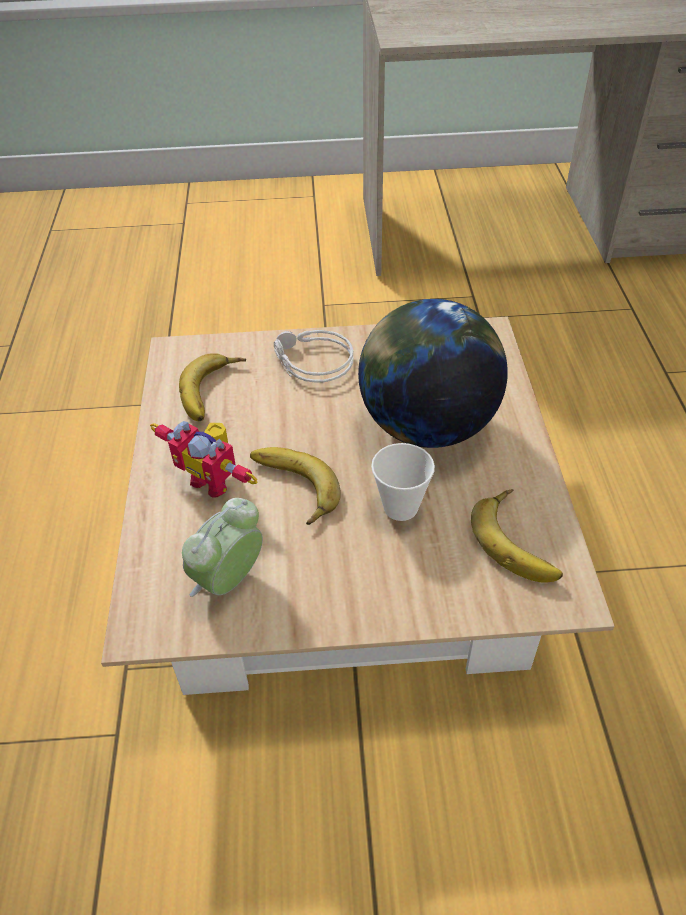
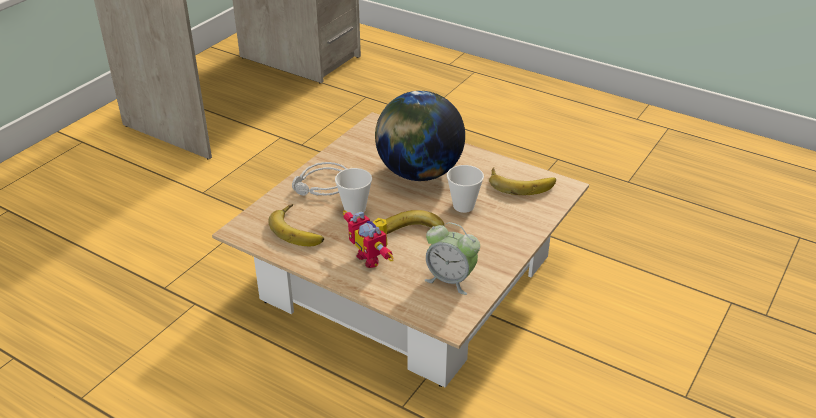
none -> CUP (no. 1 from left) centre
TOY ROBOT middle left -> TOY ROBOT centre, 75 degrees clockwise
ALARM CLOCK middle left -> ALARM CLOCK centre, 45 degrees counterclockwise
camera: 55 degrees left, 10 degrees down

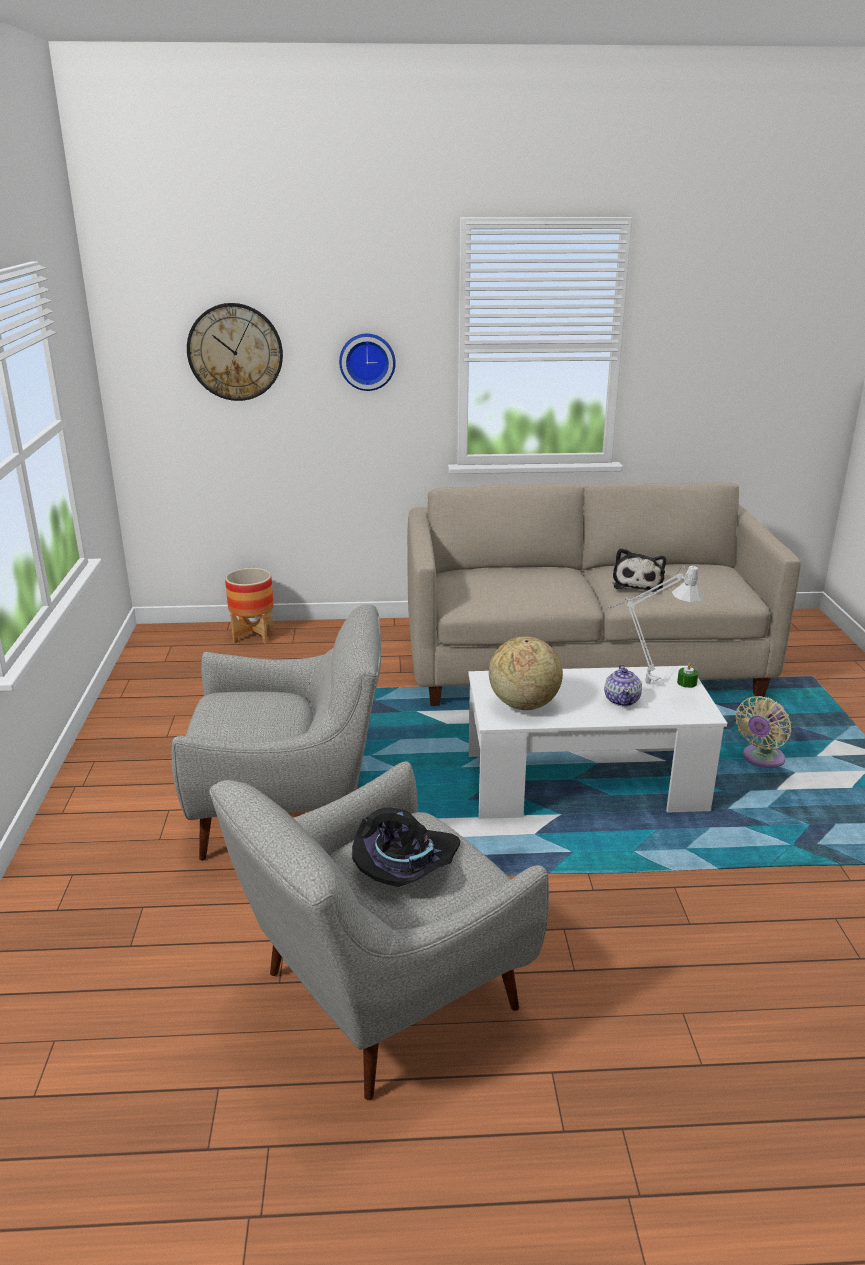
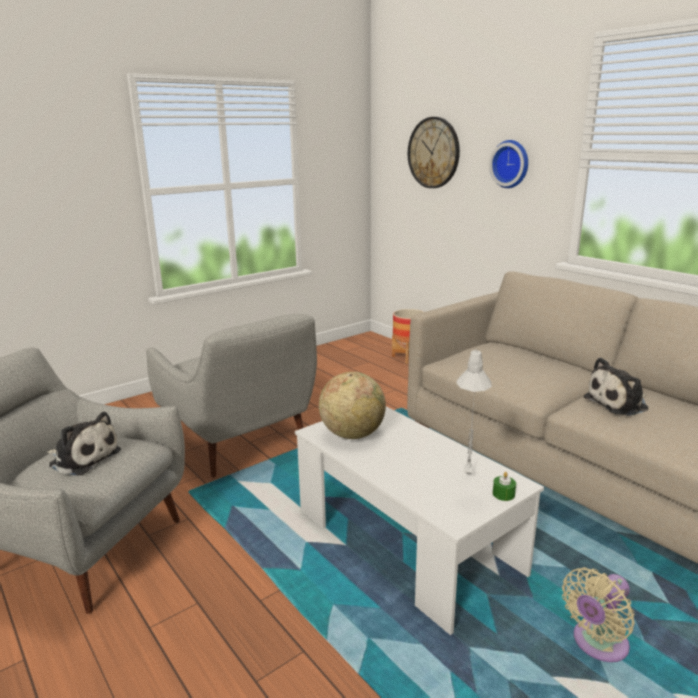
BLACK HAT bottom centre -> PLUSH TOY (no. 1 from left) middle left
BEIGE FAN middle right -> BEIGE FAN bottom right, 45 degrees counterclockwise
TEAPOT middle right -> none
camera: 55 degrees right, 5 degrees down

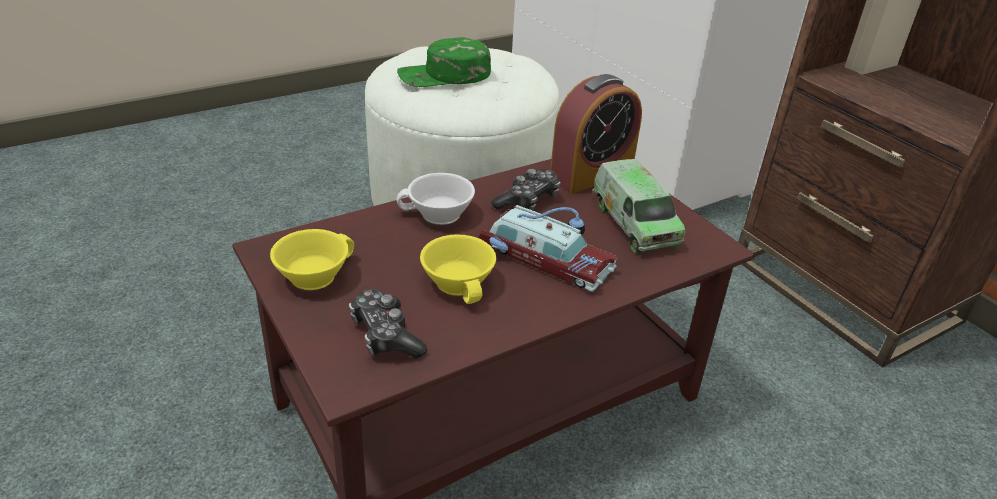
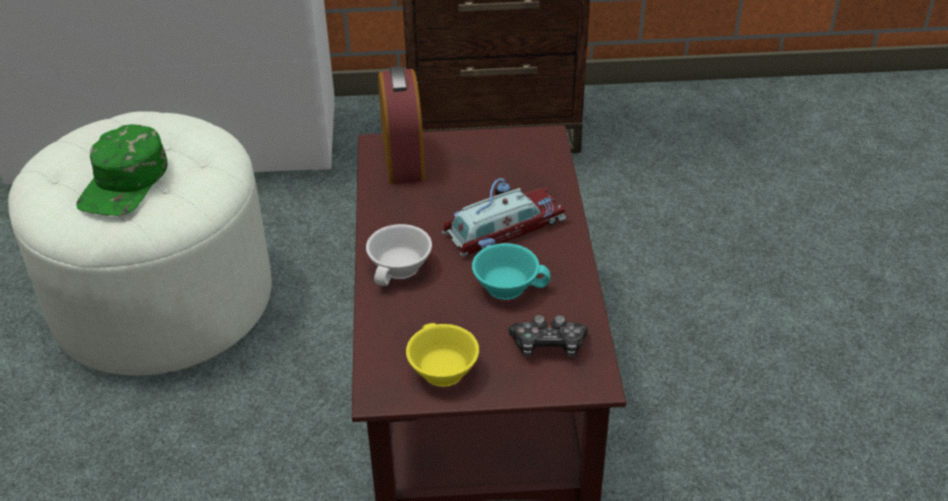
YELLOW CUP (no. 2 from left) centre -> TURQUOISE CUP centre
GAME CONTROLLER (no. 2 from left) centre -> none
TOY TRUCK centre -> none
camera: 60 degrees left, 5 degrees up

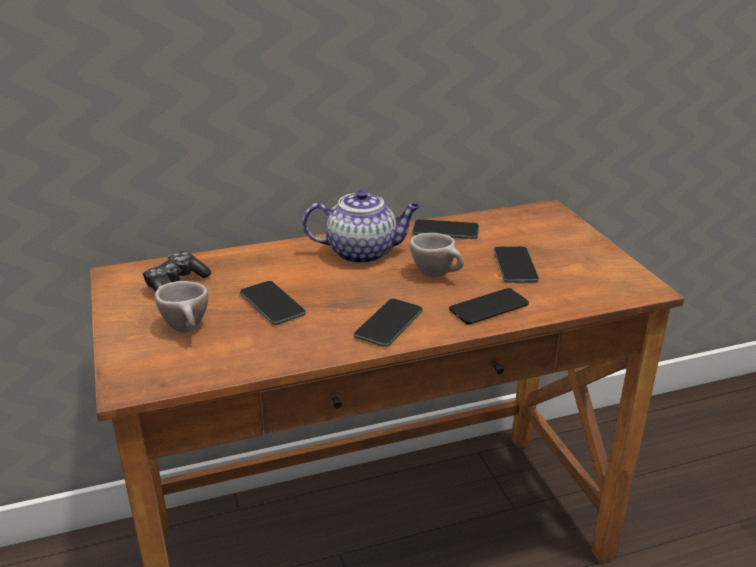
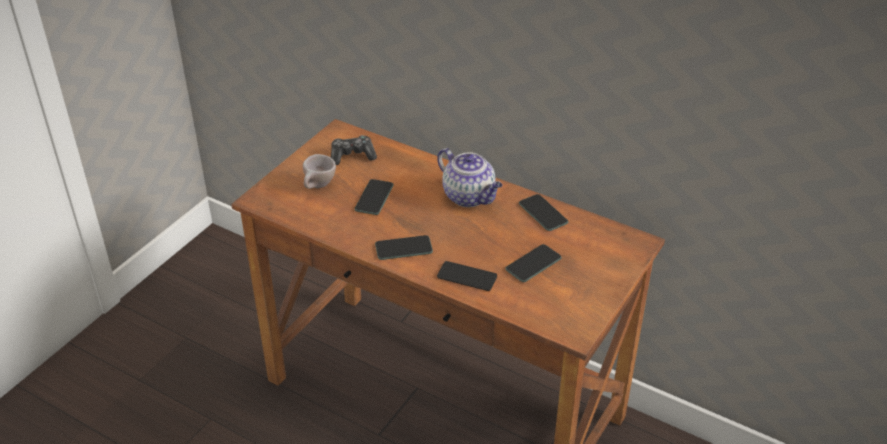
BEIGE CUP (no. 2 from left) centre -> none
camera: 50 degrees right, 10 degrees up

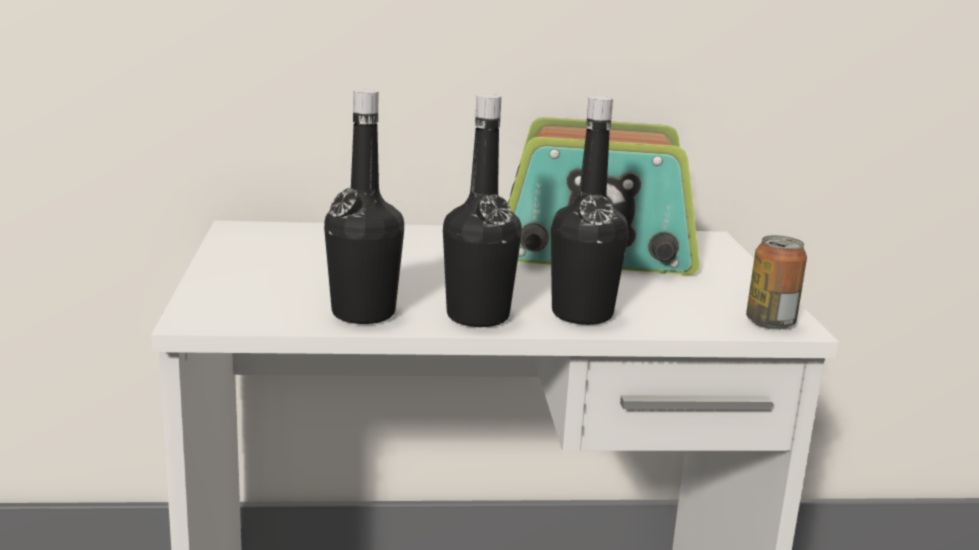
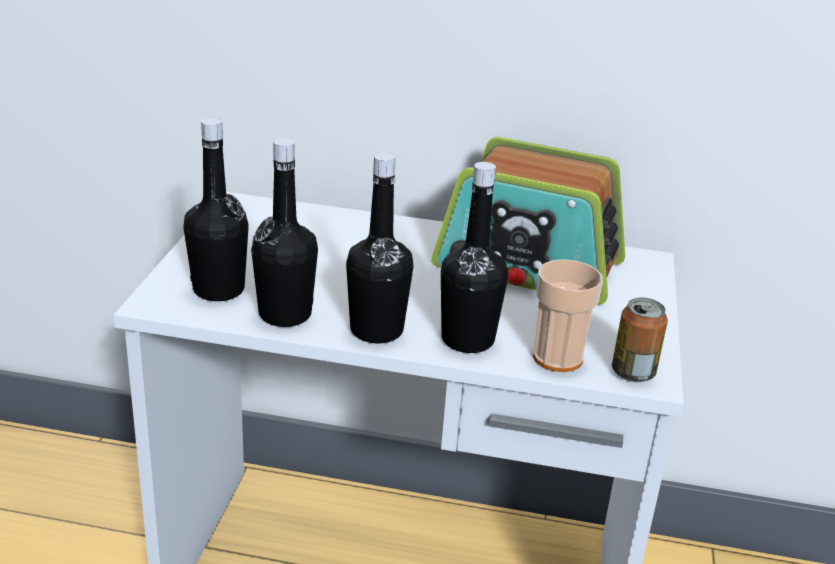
none -> BLACK BOTTLE (no. 1 from left) middle left
none -> CUP middle right
camera: 15 degrees right, 10 degrees up

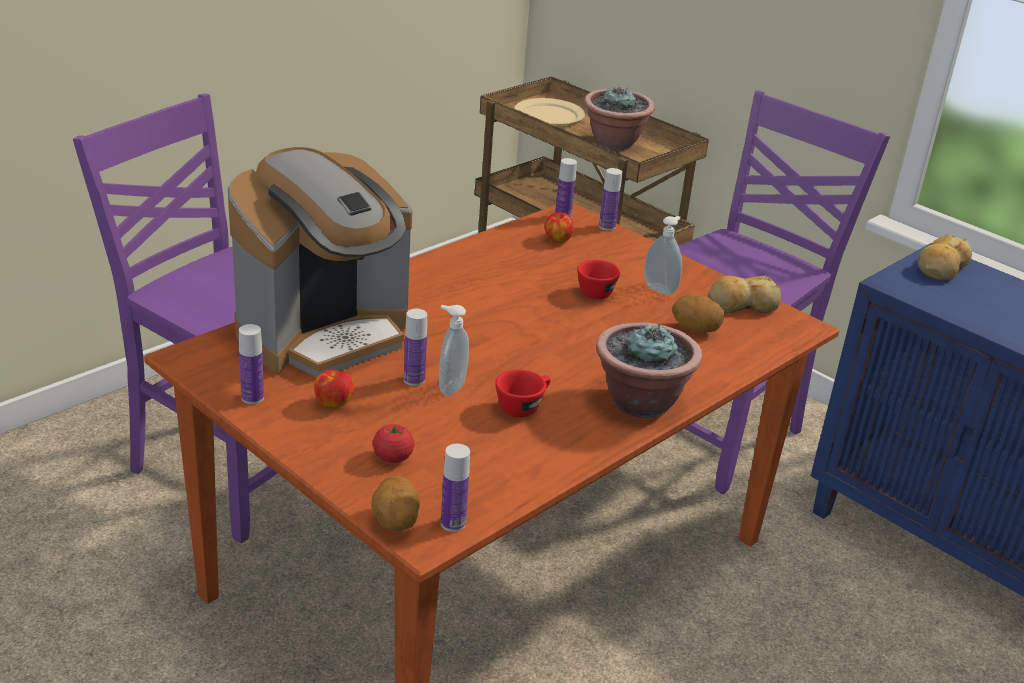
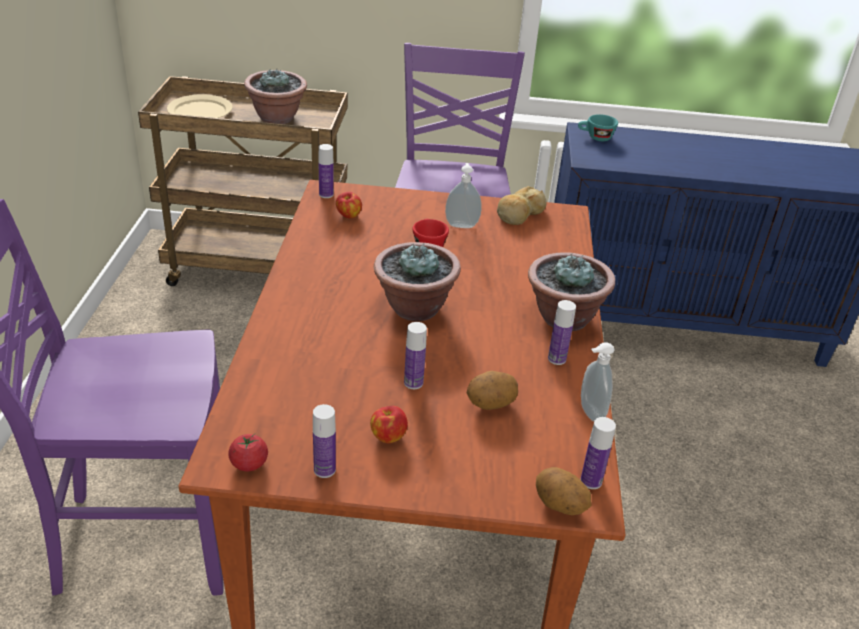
TOMATO centre -> TOMATO bottom left, relocated
none -> POTTED PLANT (no. 2 from left) centre
POTATO (no. 2 from left in the first image) middle right -> POTATO (no. 1 from left) centre, relocated
BOTTLE (no. 5 from left in the first image) top centre -> BOTTLE (no. 4 from left) centre, relocated
BREAD (no. 2 from left) middle right -> TURQUOISE CUP top right
SOAP DISPENSER (no. 1 from left in the first image) centre -> SOAP DISPENSER (no. 2 from left) middle right, relocated
COFFEE MACHINE middle left -> none
RED CUP (no. 1 from left) centre -> none
camera: 40 degrees left, 5 degrees up

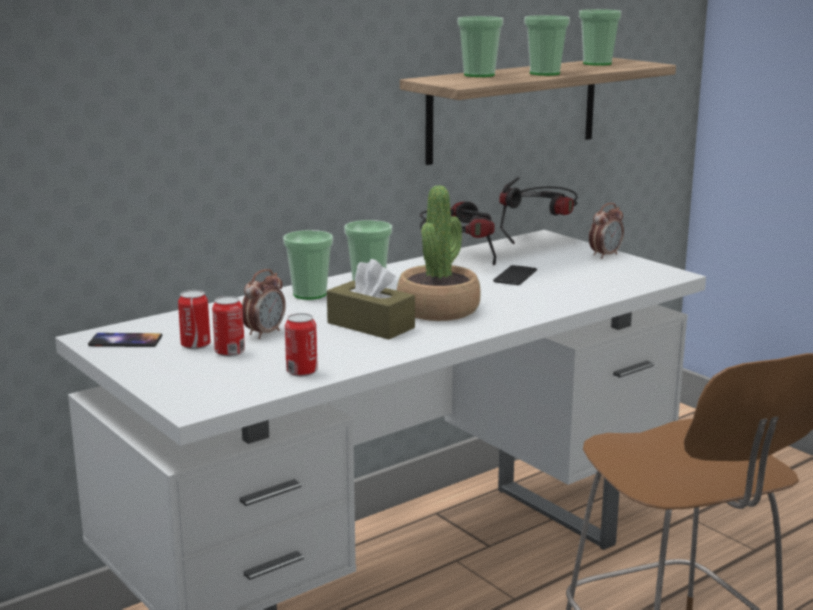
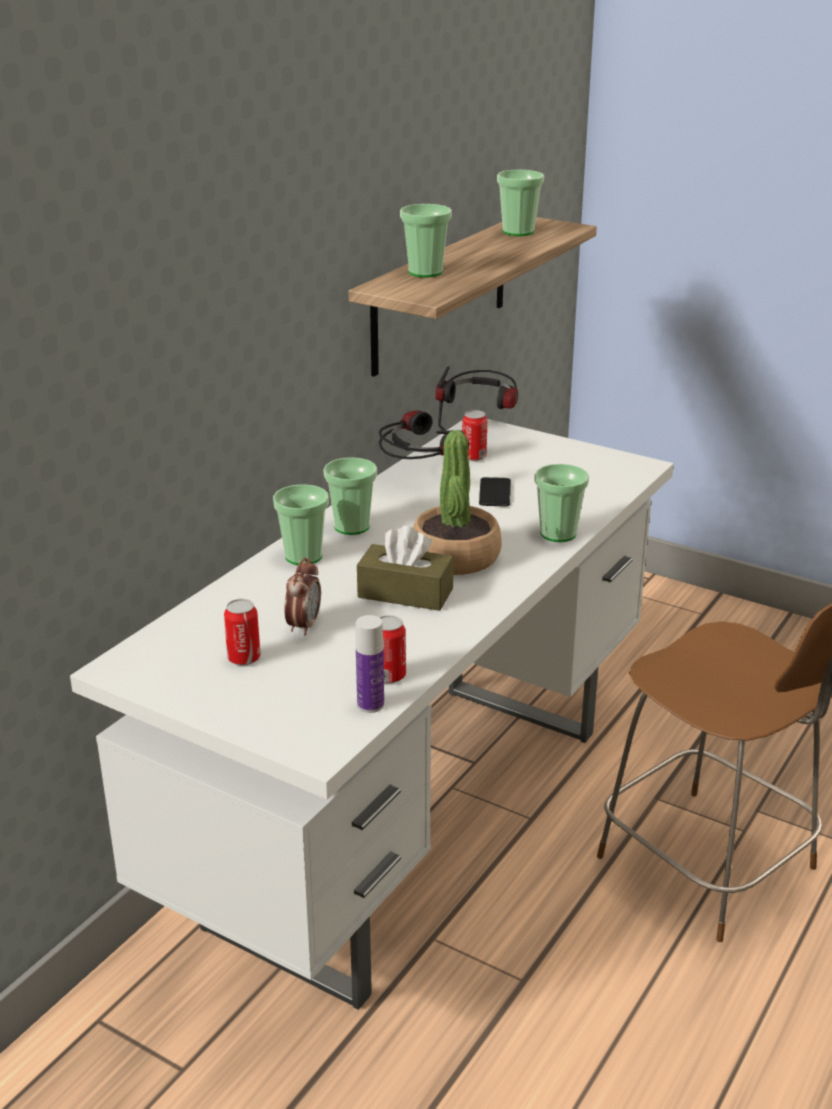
none -> BOTTLE centre
CAN (no. 2 from left in the first image) middle left -> CAN (no. 3 from left) centre, relocated
CUP (no. 4 from left in the first image) top right -> CUP (no. 5 from left) middle right, relocated
PHONE (no. 1 from left) middle left -> none
ALARM CLOCK (no. 2 from left) middle right -> none
camera: 20 degrees left, 10 degrees up

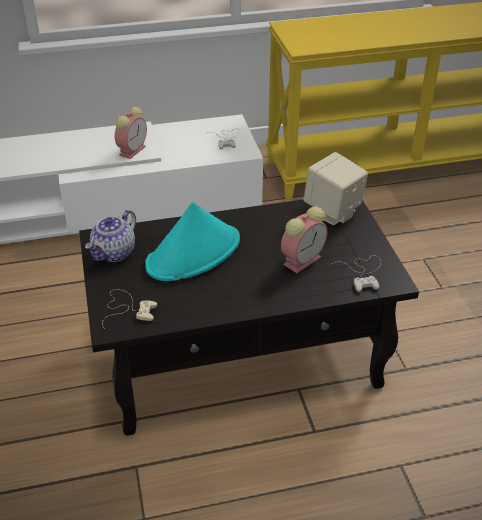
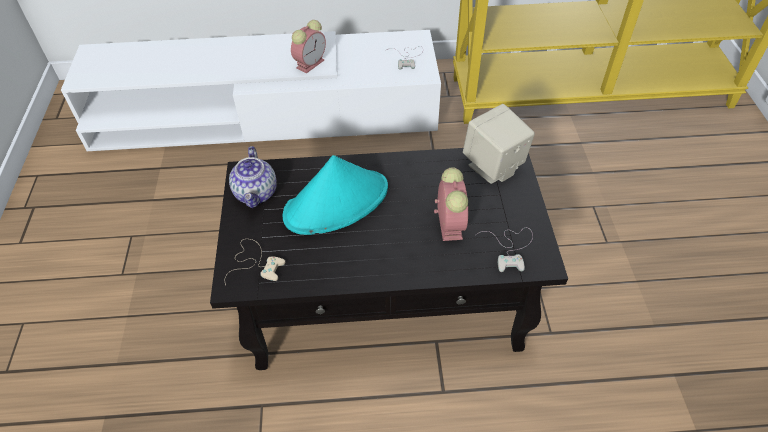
TEAPOT middle left, 45 degrees counterclockwise
ALARM CLOCK (no. 2 from left) centre, 60 degrees counterclockwise
camera: 10 degrees right, 10 degrees up

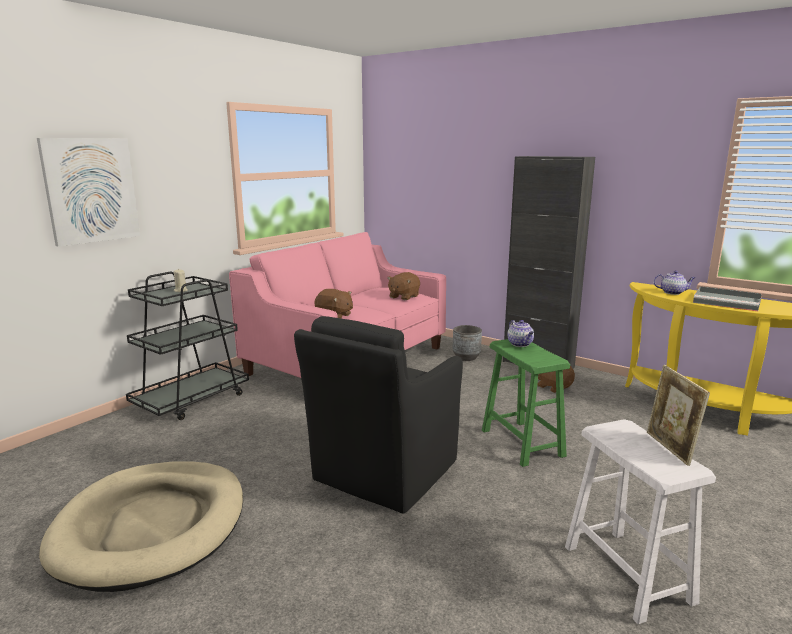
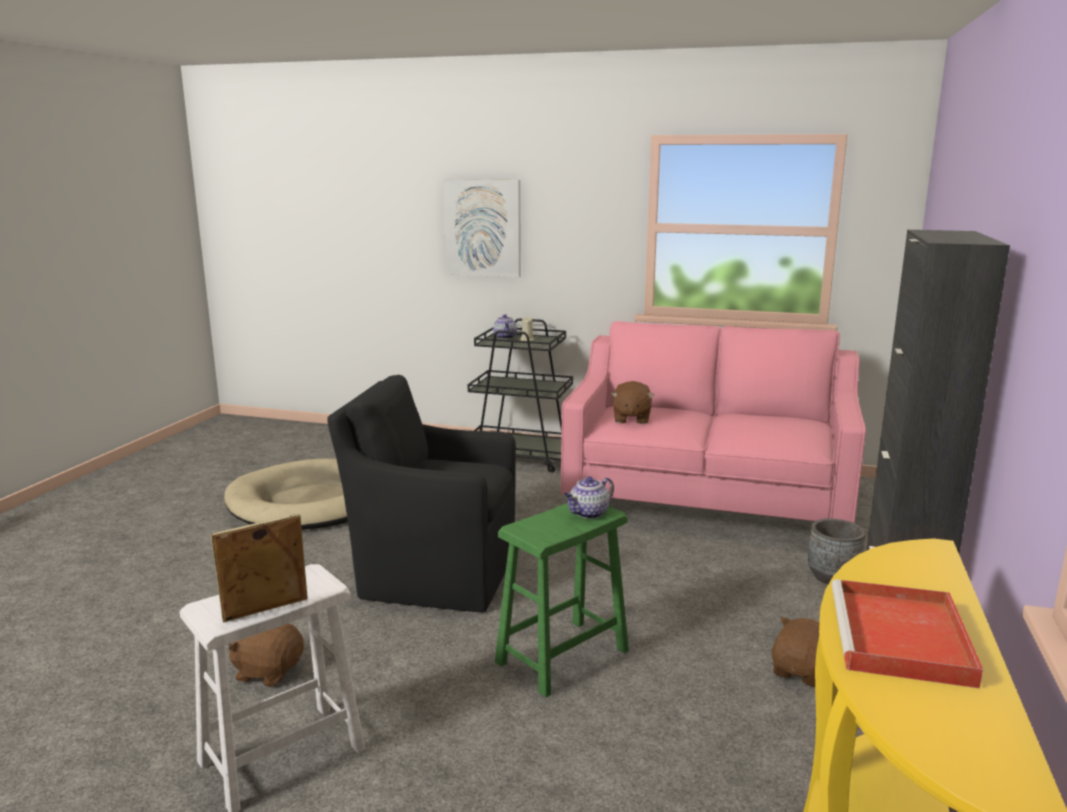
BROWN PLUSH TOY (no. 2 from left in the first image) centre -> BROWN PLUSH TOY (no. 1 from left) bottom left, relocated
TEAPOT (no. 2 from left in the first image) middle right -> TEAPOT (no. 1 from left) centre, relocated
GREY TRAY middle right -> RED TRAY bottom right
camera: 70 degrees right, 0 degrees up

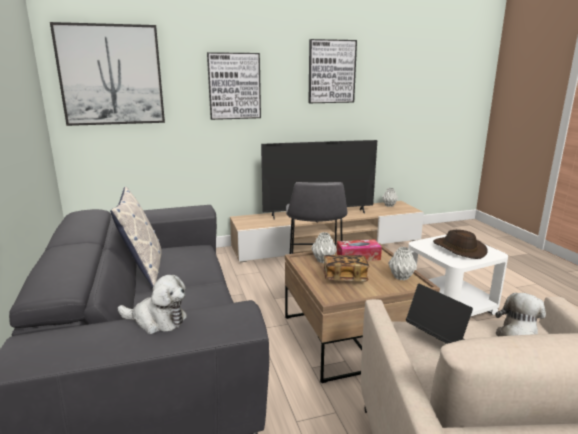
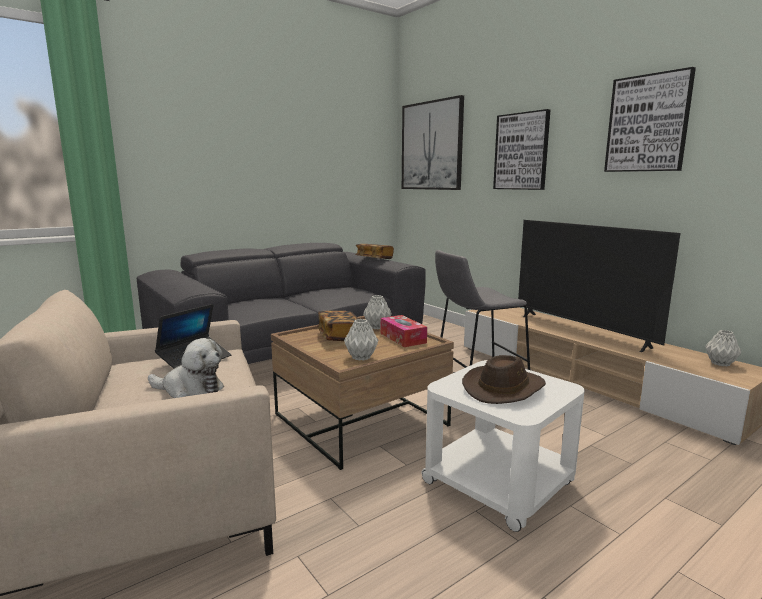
none -> BOOK (no. 2 from left) centre
PILLOW middle left -> none
PLUSH TOY (no. 1 from left) bottom left -> none
camera: 70 degrees right, 5 degrees down

